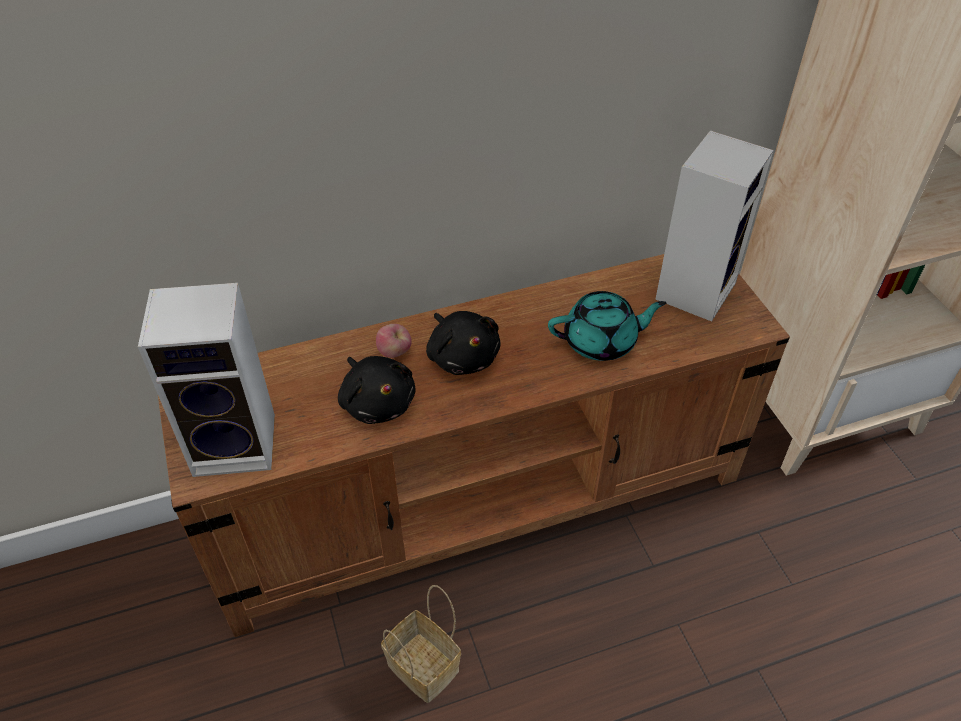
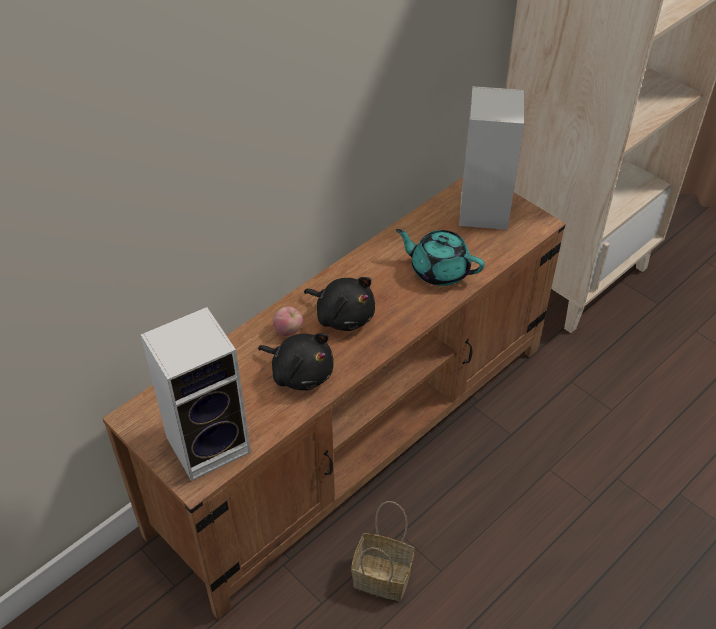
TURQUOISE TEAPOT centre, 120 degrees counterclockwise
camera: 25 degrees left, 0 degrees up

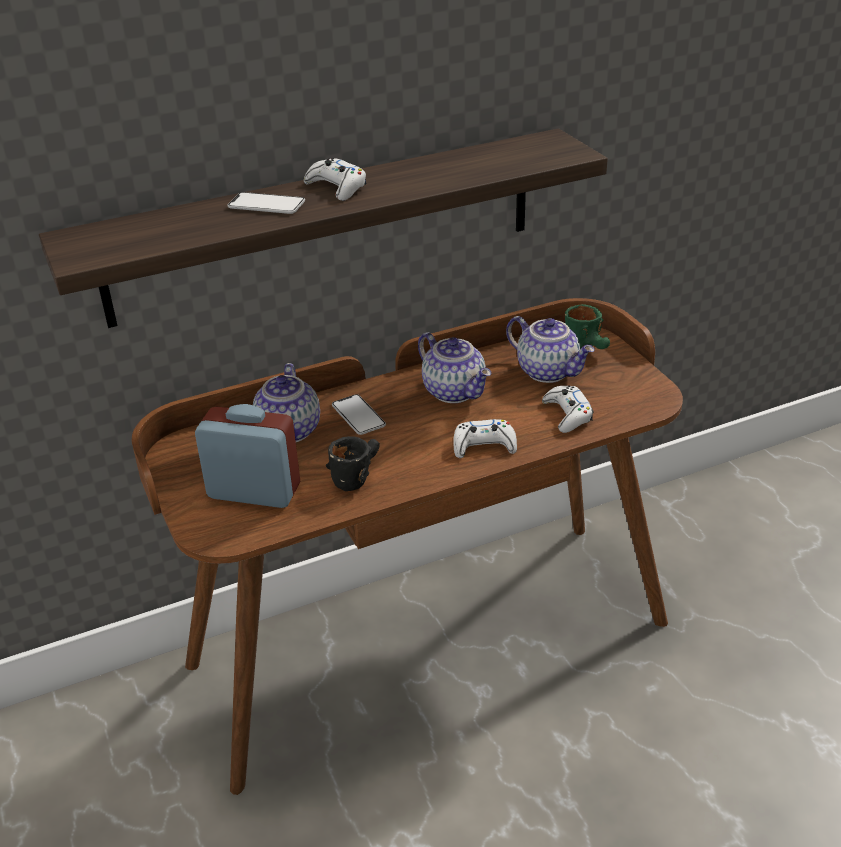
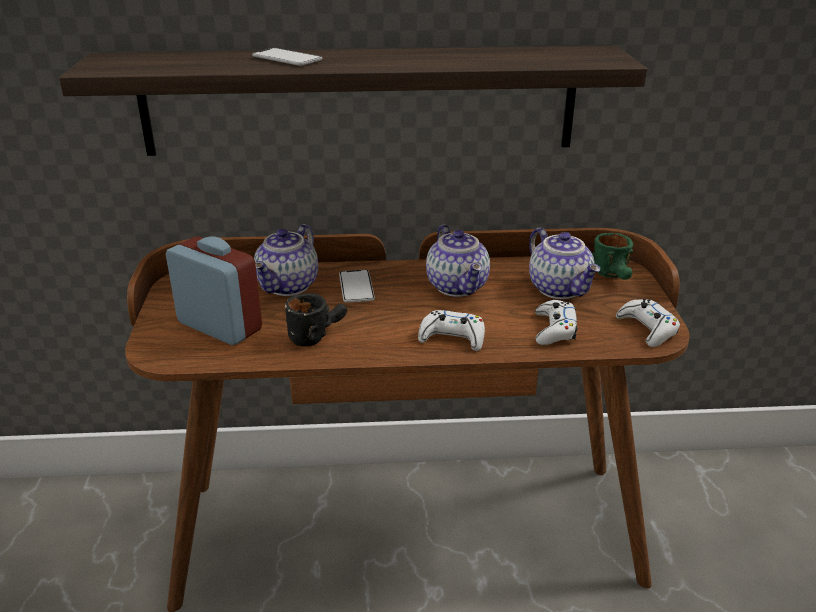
WHITE GAME CONTROLLER (no. 1 from left in the first image) top centre -> WHITE GAME CONTROLLER (no. 3 from left) middle right, relocated
camera: 20 degrees right, 5 degrees down

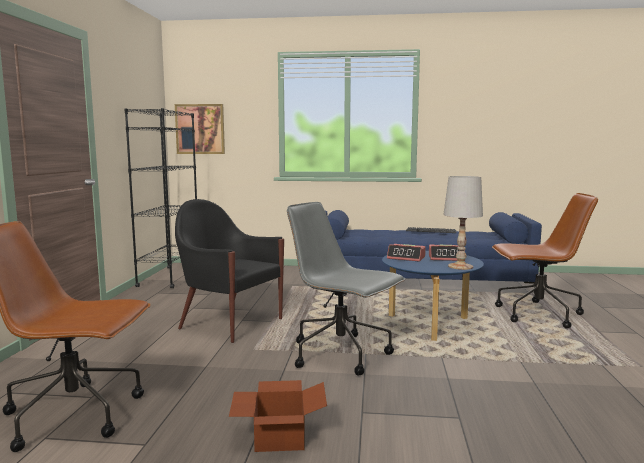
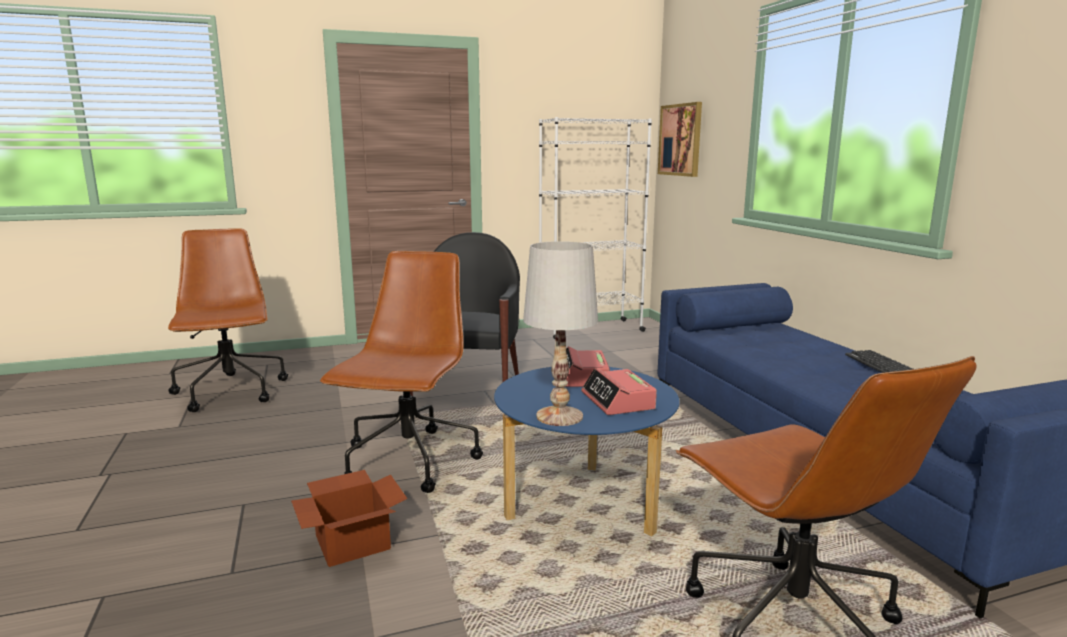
CARDBOARD BOX bottom centre -> CARDBOARD BOX bottom left, relocated
GREY OFFICE CHAIR centre -> BROWN OFFICE CHAIR (no. 2 from left) centre
BLACK BOOKCASE middle left -> WHITE BOOKCASE centre
camera: 65 degrees right, 5 degrees up

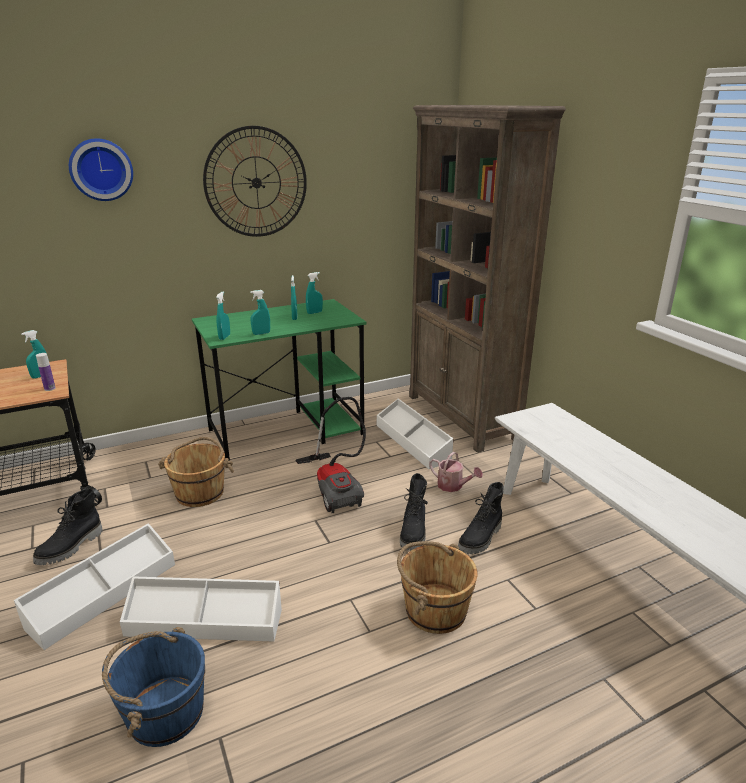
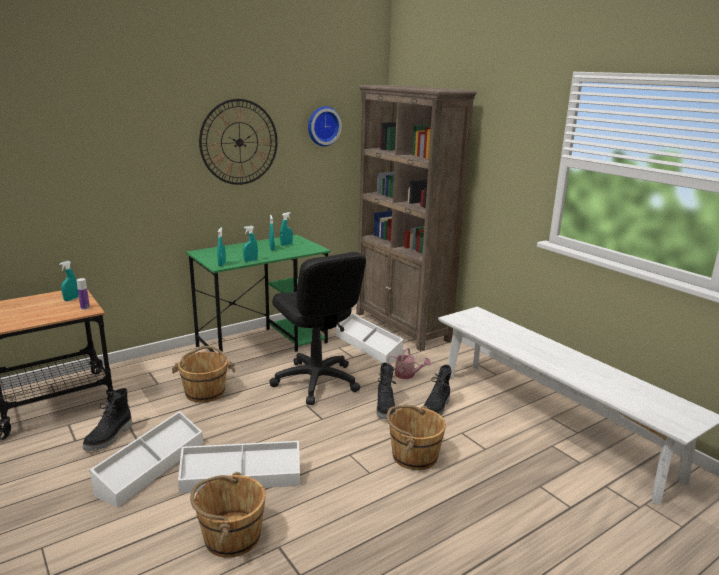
BLUE BUCKET bottom left -> BROWN BUCKET (no. 2 from left) bottom left
VACUUM CLEANER centre -> BLACK OFFICE CHAIR centre
WALL CLOCK (no. 1 from left in the first image) top left -> WALL CLOCK (no. 2 from left) top centre, relocated
camera: 10 degrees left, 5 degrees down

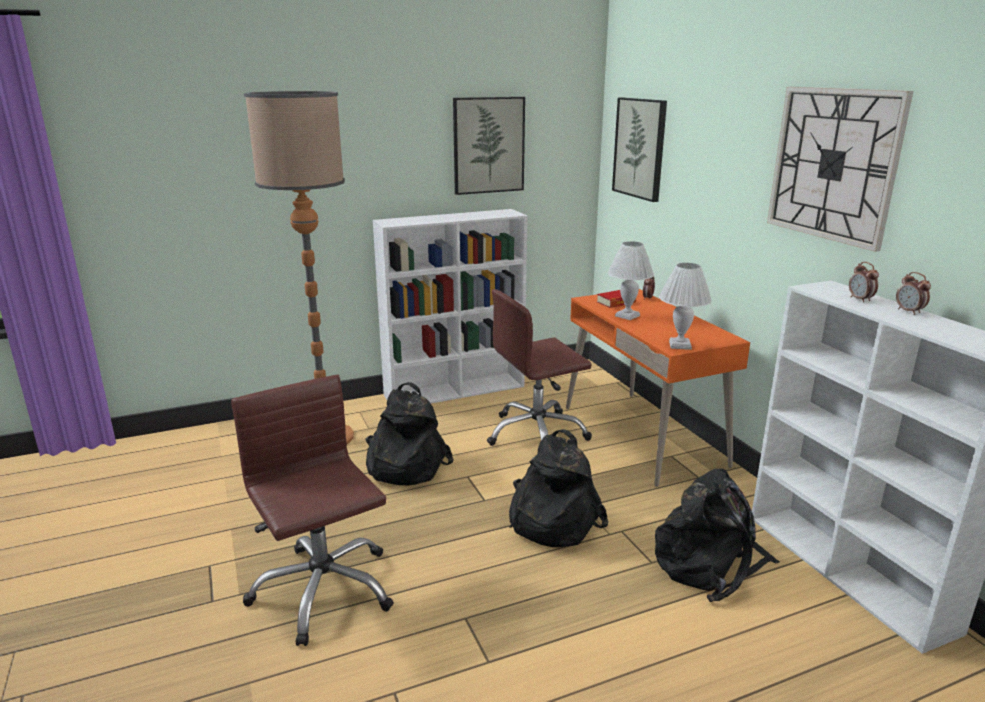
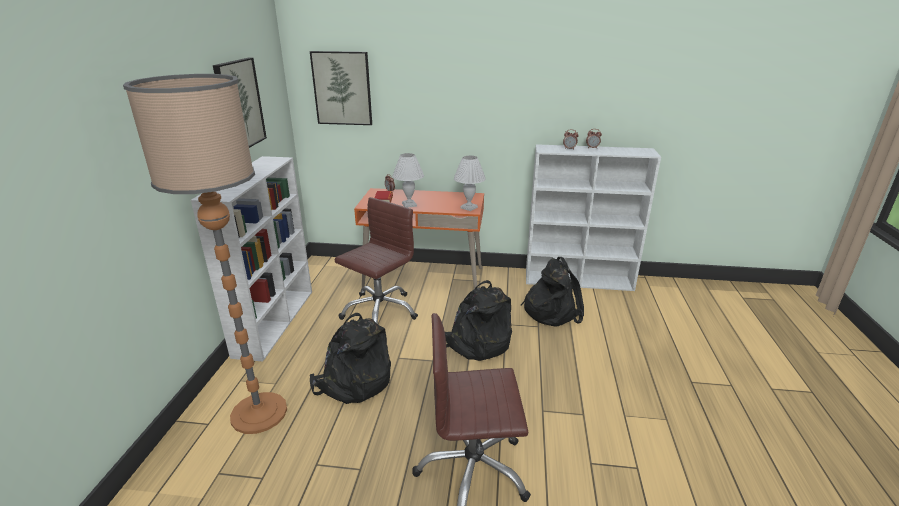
BROWN OFFICE CHAIR (no. 2 from left in the first image) centre -> BROWN OFFICE CHAIR (no. 1 from left) centre, 150 degrees counterclockwise
WALL CLOCK top right -> none
camera: 60 degrees left, 5 degrees up

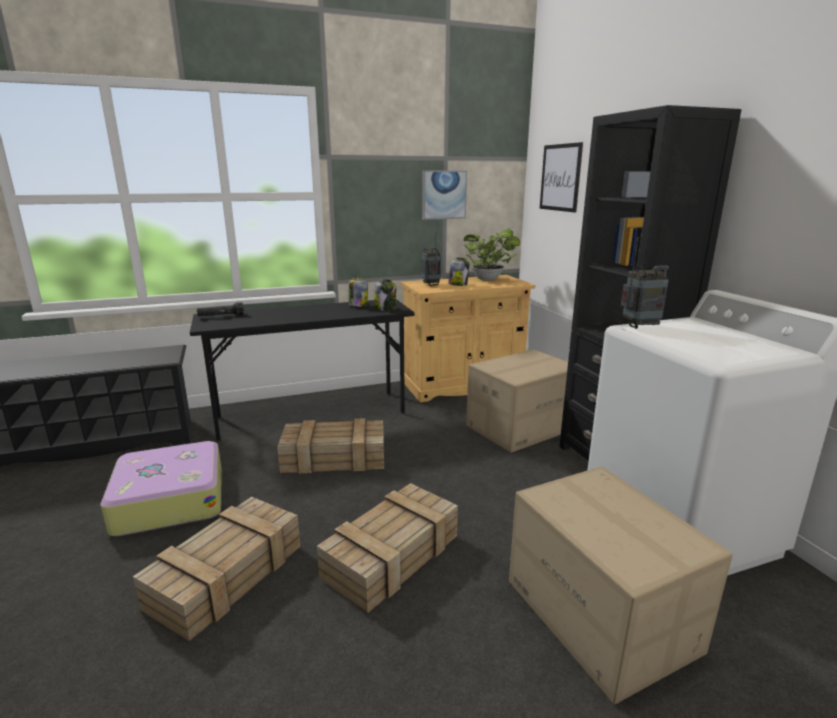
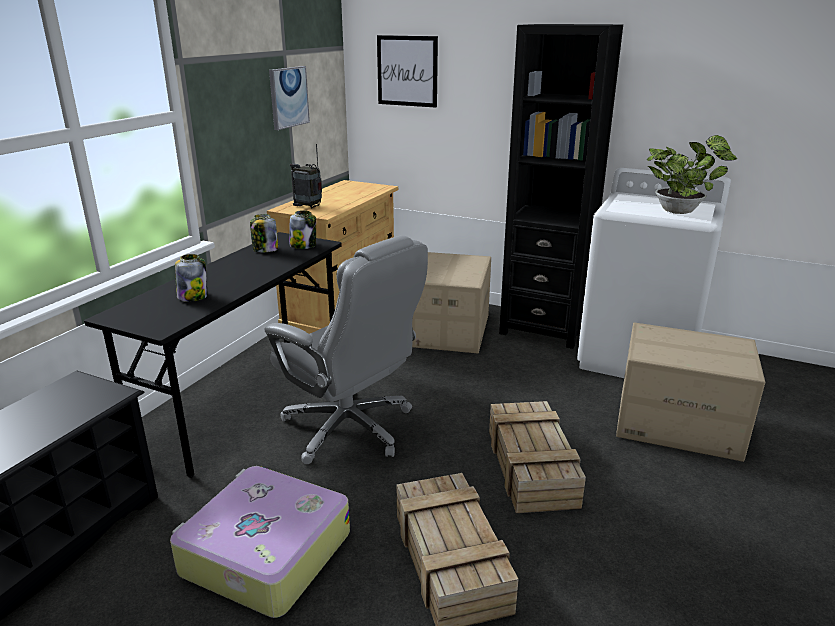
JAR (no. 3 from left in the first image) centre -> JAR (no. 1 from left) middle left, relocated
CRATE (no. 2 from left) centre -> GREY OFFICE CHAIR centre
POTTED PLANT centre -> POTTED PLANT top right, relocated
BLACK FLASHLIGHT middle left -> none
RADIO (no. 2 from left) middle right -> none
camera: 45 degrees left, 5 degrees up

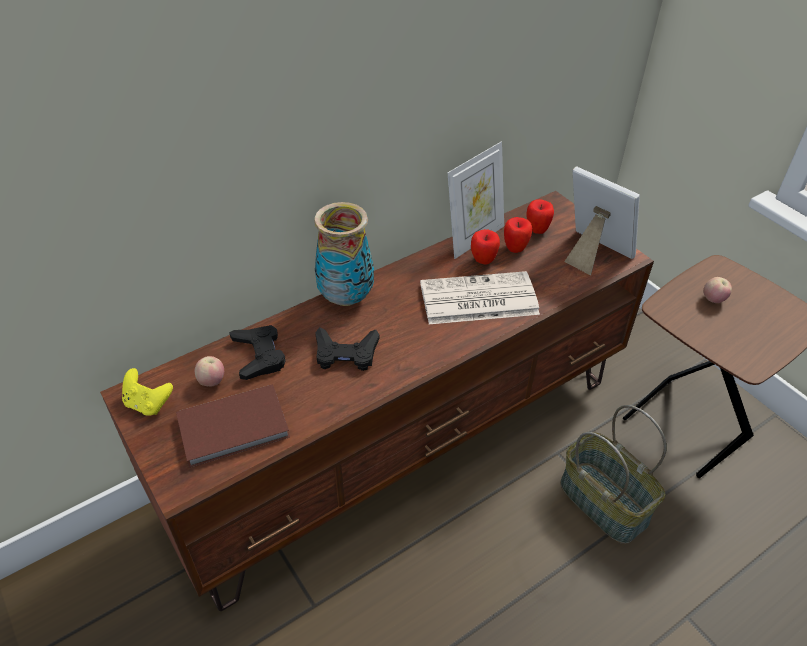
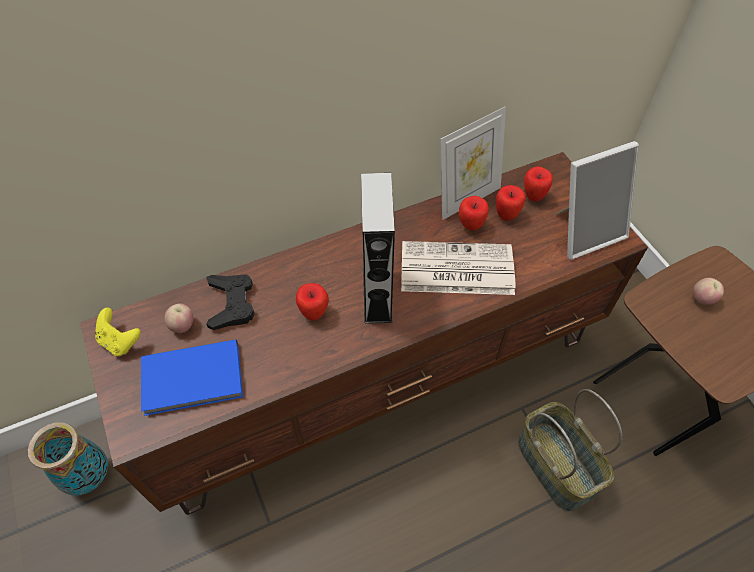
VASE centre -> VASE bottom left, relocated
BROWN BOOK middle left -> BLUE BOOK middle left
BLACK GAME CONTROLLER (no. 2 from left) centre -> APPLE (no. 2 from left) centre
none -> GREY SPEAKER centre
PICTURE FRAME (no. 2 from left) middle right, 105 degrees clockwise
camera: 10 degrees right, 10 degrees up

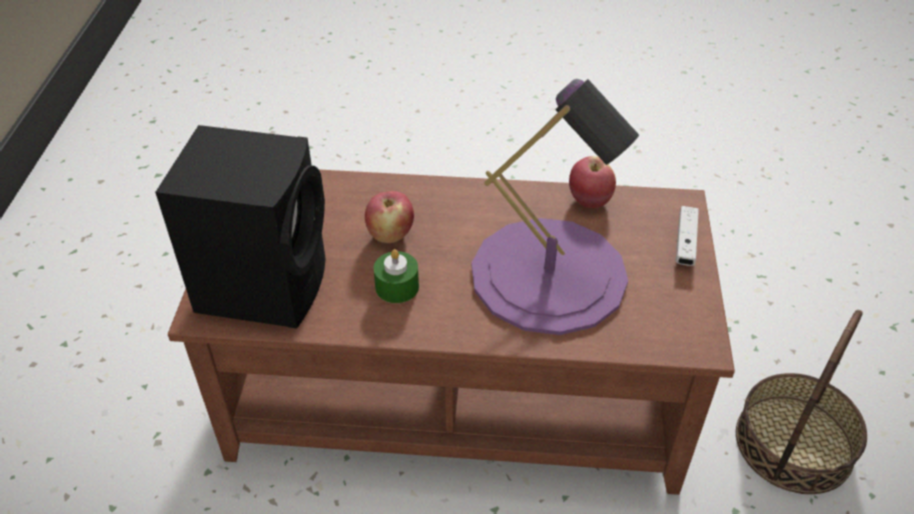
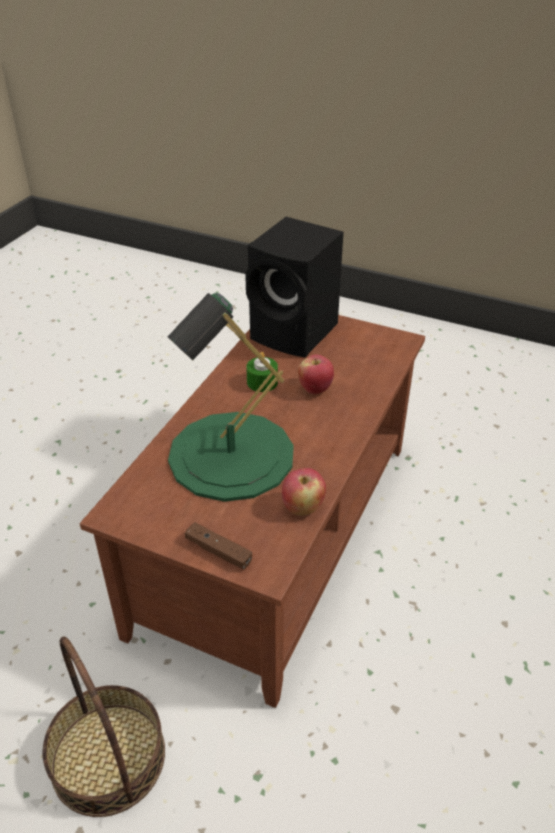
PURPLE TABLE LAMP centre -> GREEN TABLE LAMP centre
WHITE GAME CONTROLLER middle right -> BROWN GAME CONTROLLER centre
camera: 110 degrees right, 5 degrees down

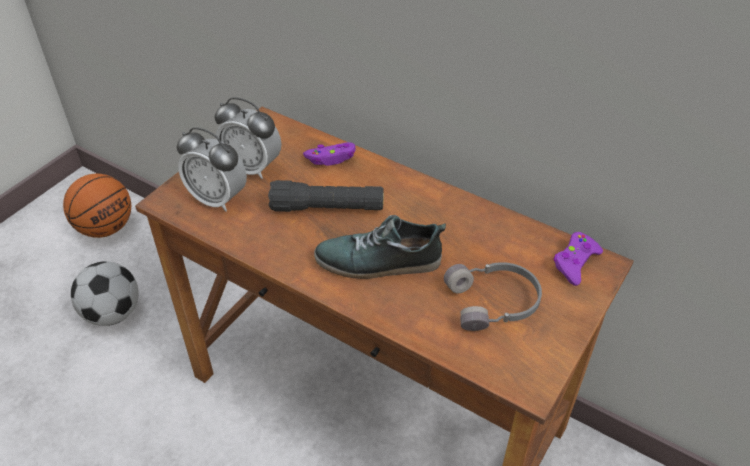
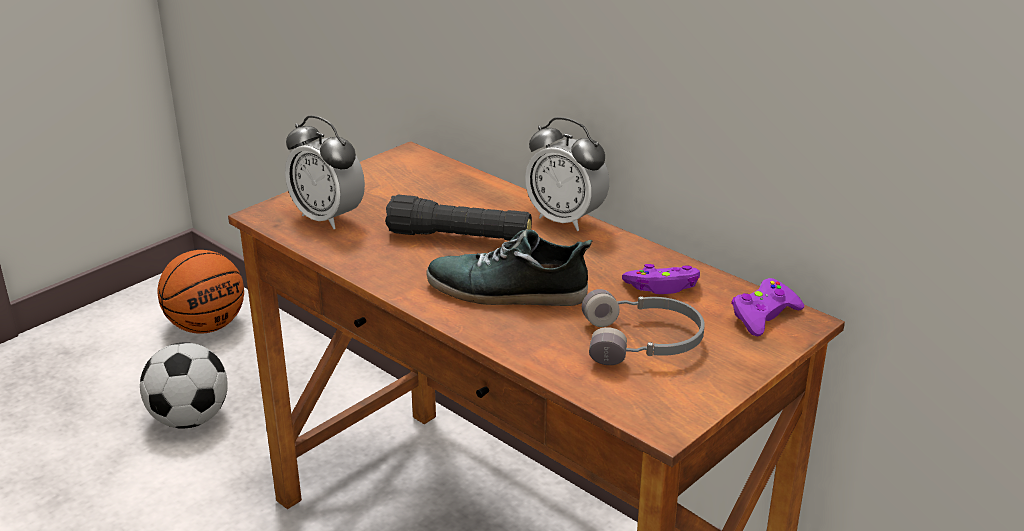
ALARM CLOCK (no. 2 from left) top left -> ALARM CLOCK (no. 2 from left) top centre, relocated
PURPLE GAME CONTROLLER (no. 1 from left) top centre -> PURPLE GAME CONTROLLER (no. 1 from left) centre, relocated
camera: 10 degrees right, 15 degrees down

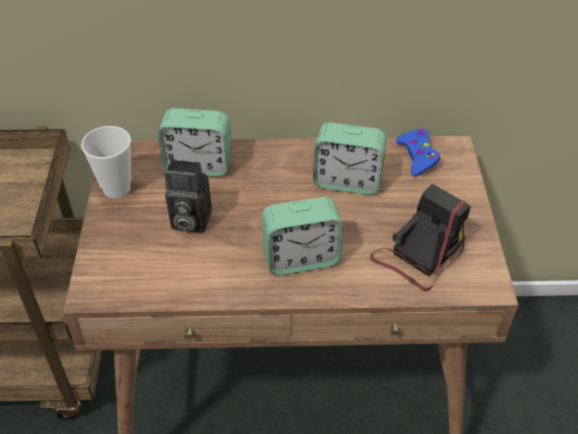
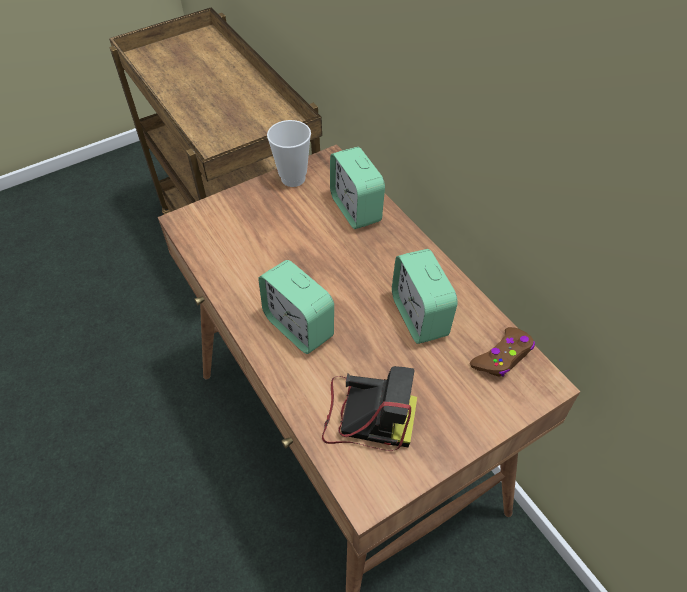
BLUE GAME CONTROLLER middle right -> BROWN GAME CONTROLLER middle right
PHOTO CAMERA (no. 1 from left) middle left -> none
camera: 60 degrees right, 5 degrees up

